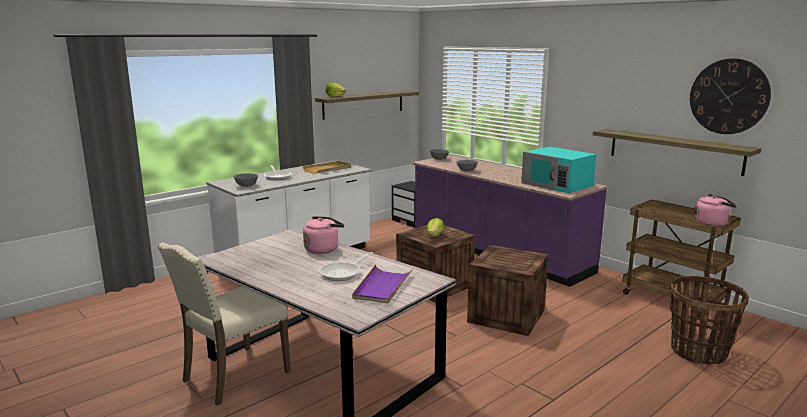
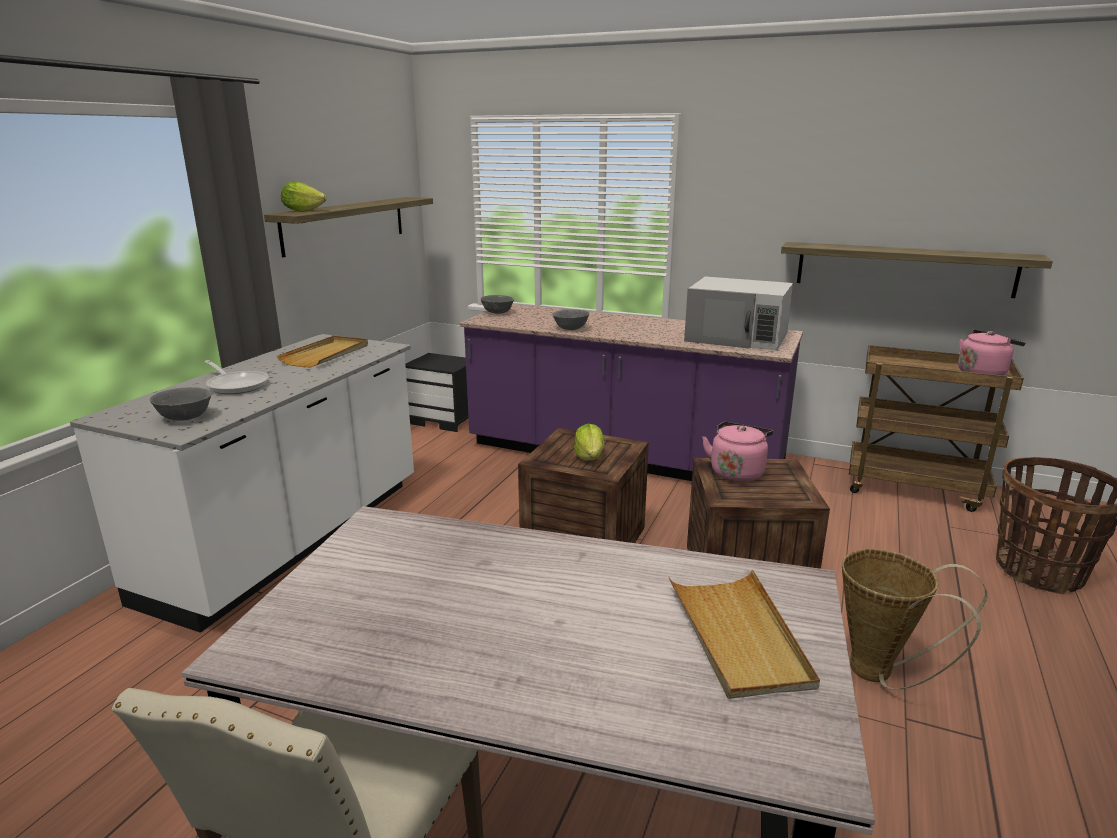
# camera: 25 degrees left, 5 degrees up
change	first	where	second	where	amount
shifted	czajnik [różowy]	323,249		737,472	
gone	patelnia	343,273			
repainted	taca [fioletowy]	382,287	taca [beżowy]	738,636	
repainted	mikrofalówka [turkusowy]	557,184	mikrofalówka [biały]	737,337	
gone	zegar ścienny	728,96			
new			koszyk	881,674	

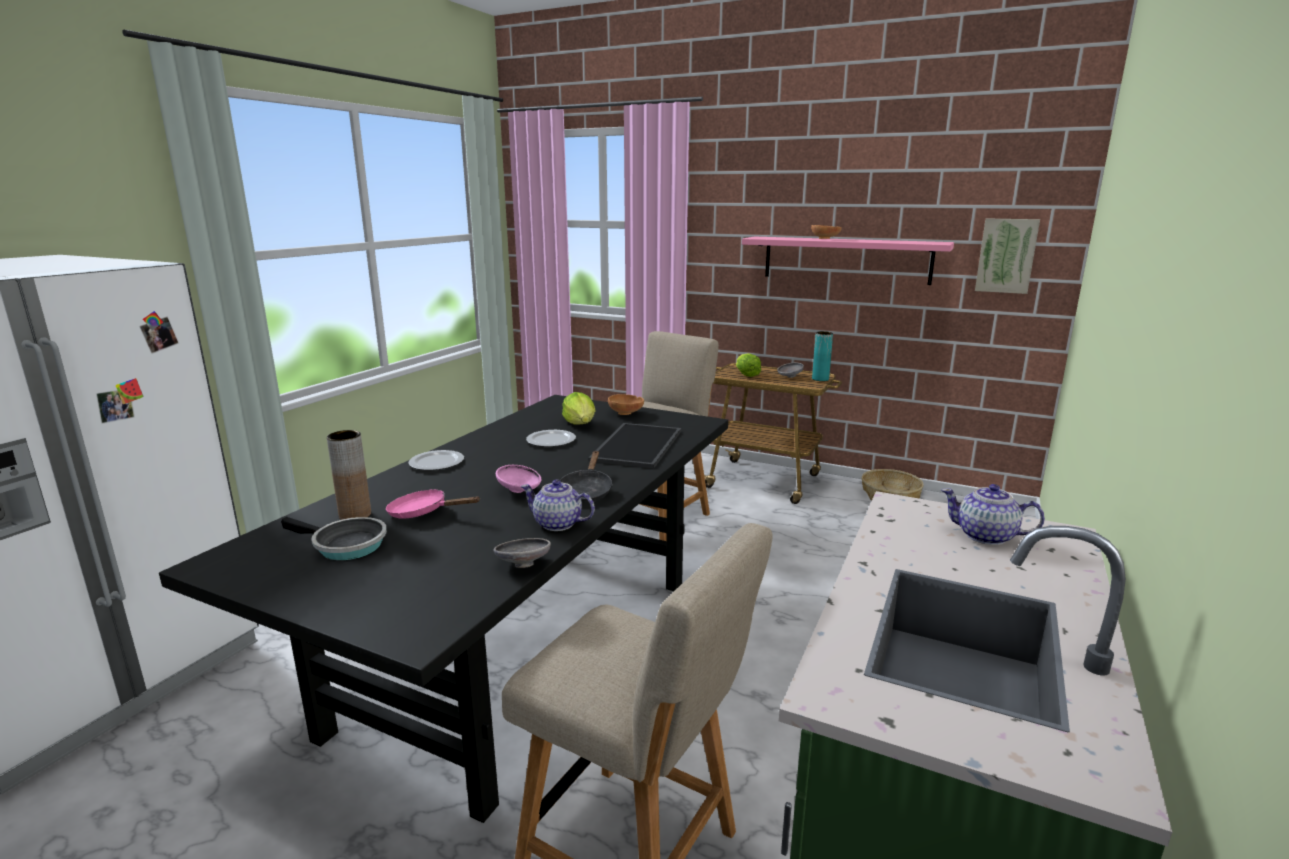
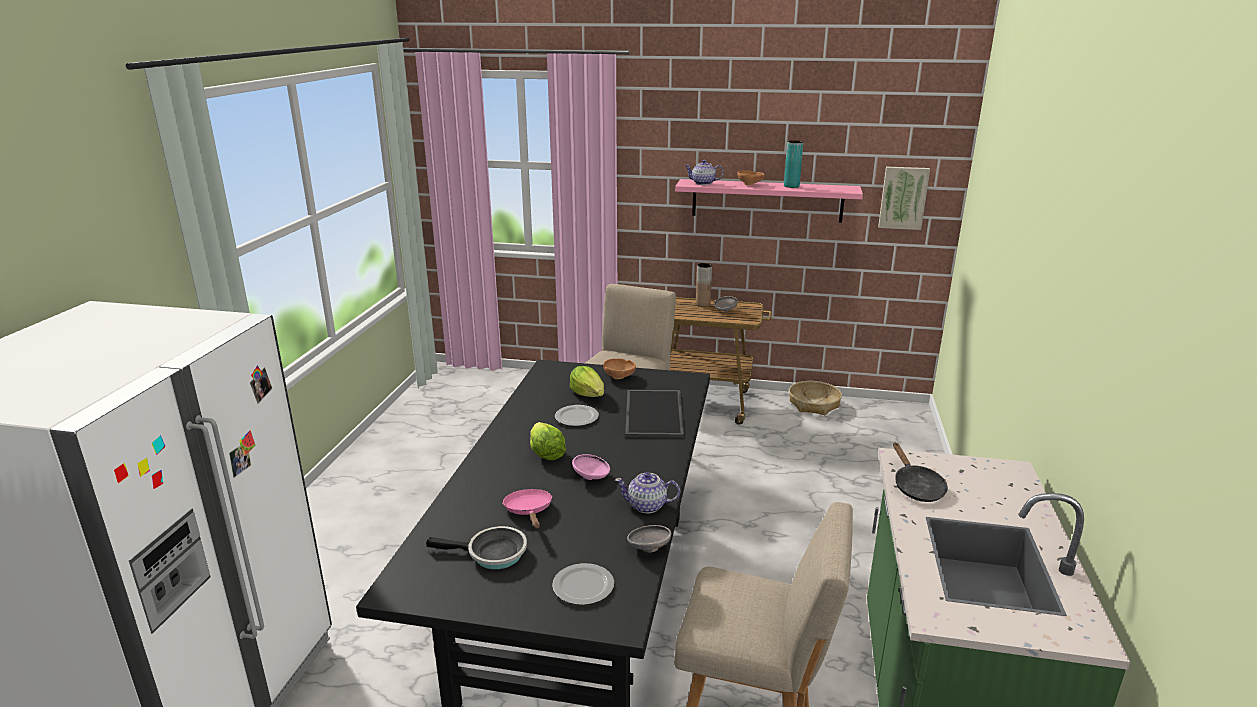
# camera: 15 degrees left, 5 degrees up
change	first	where	second	where	amount
shifted	wazon [brązowy]	355,515		703,304	
rotated	patelnia [różowy]	423,512		529,511	75 degrees clockwise
shifted	talerz	437,463		584,586	
shifted	patelnia [czarny]	586,491		916,487	
shifted	sałata	746,374		546,452	
shifted	wazon [turkusowy]	820,379		791,186	
shifted	imbryk	986,536		703,183	

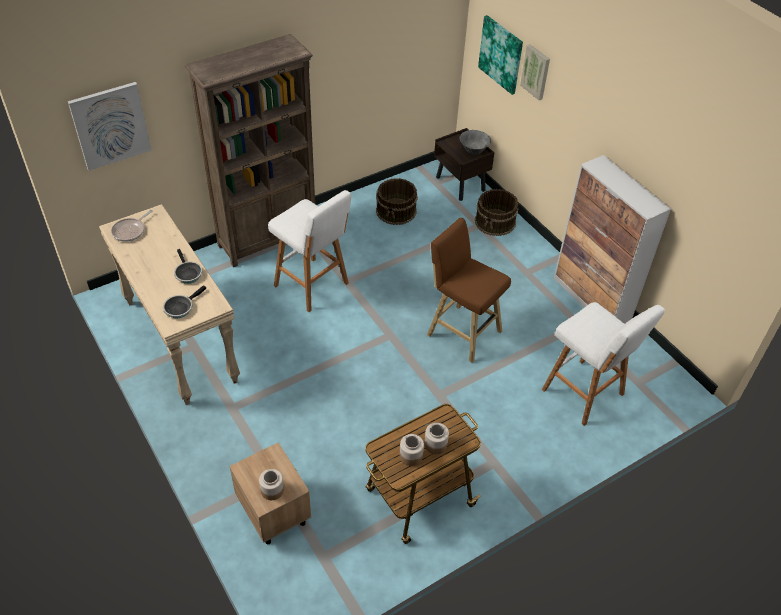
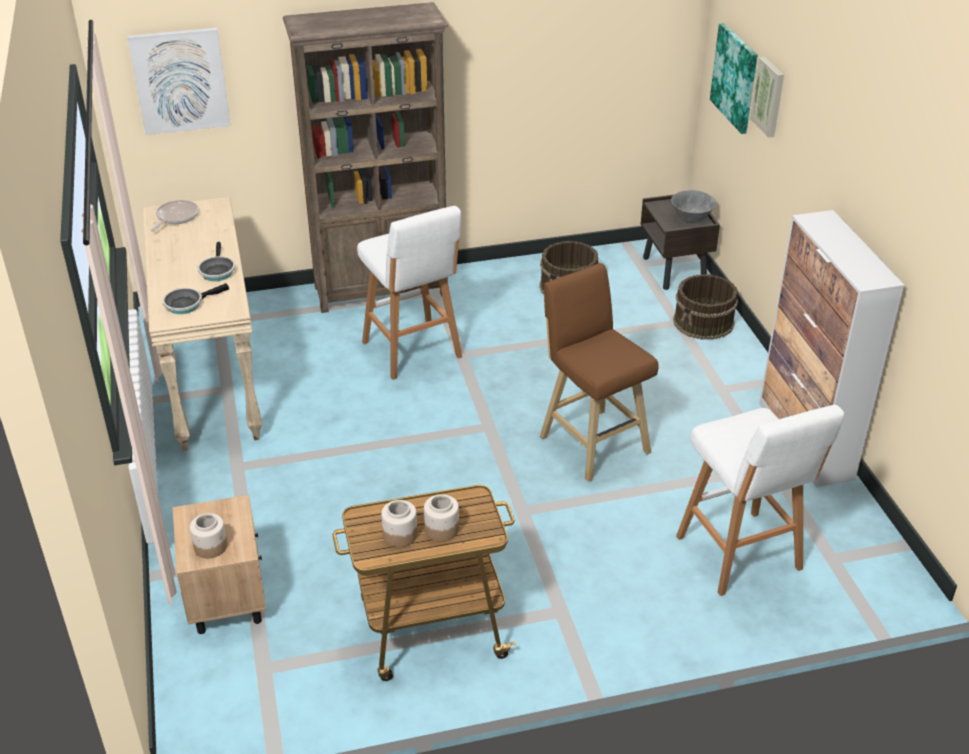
# camera: 20 degrees right, 10 degrees down
change	first	where	second	where	amount
rotated	patelnia	130,231		176,217	150 degrees clockwise

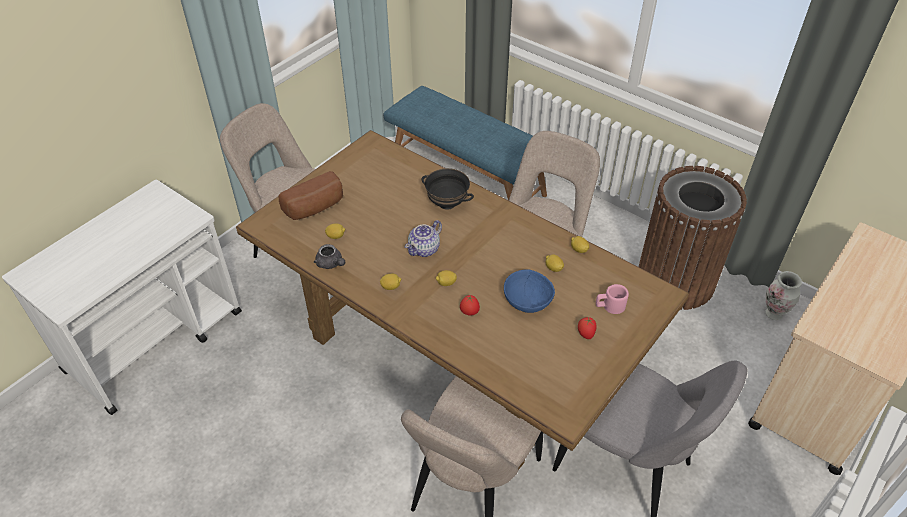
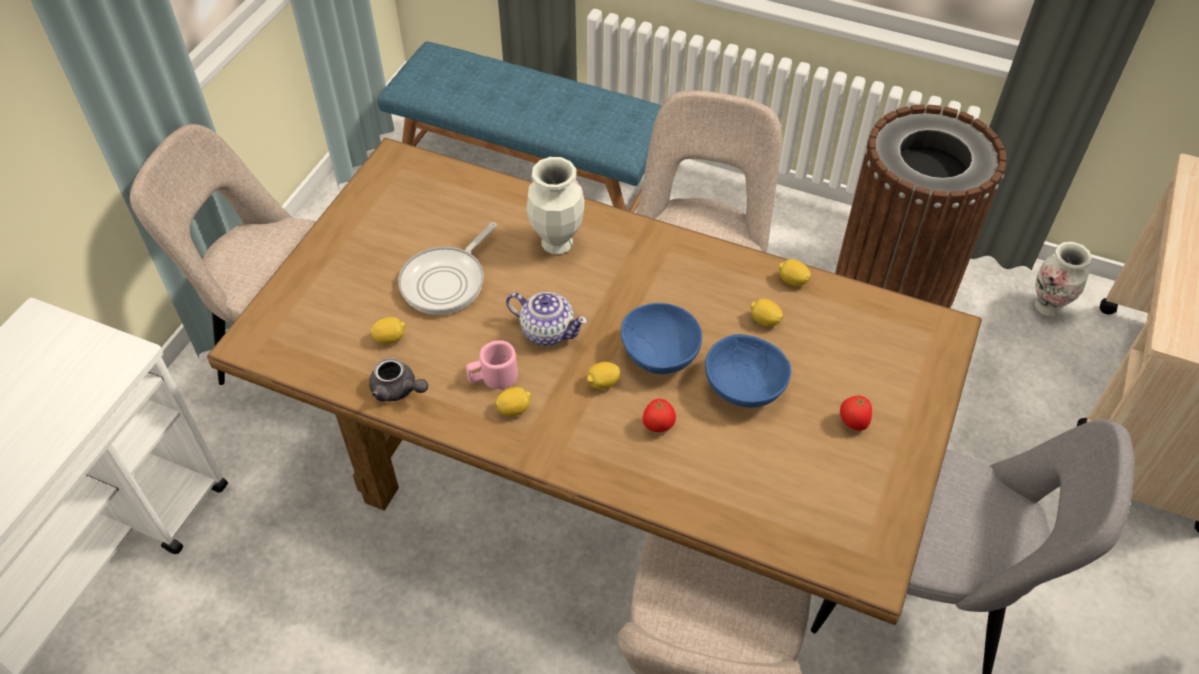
# camera: 15 degrees left, 5 degrees up
change	first	where	second	where	amount
gone	chleb	316,208			
rotated	imbryk	424,249		547,331	90 degrees counterclockwise
swapped	miska [czarny]	447,204	wazon	556,244	
shifted	kubek [różowy]	609,306		492,377	
new			patelnia	447,281	
new			miska [niebieski]	660,356	

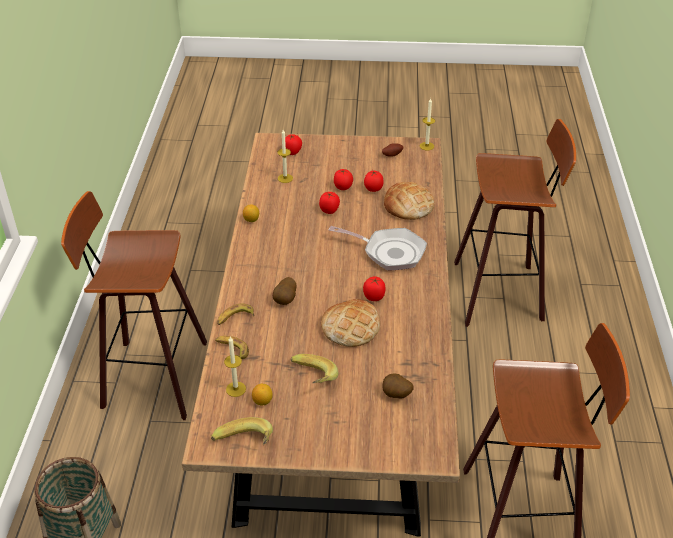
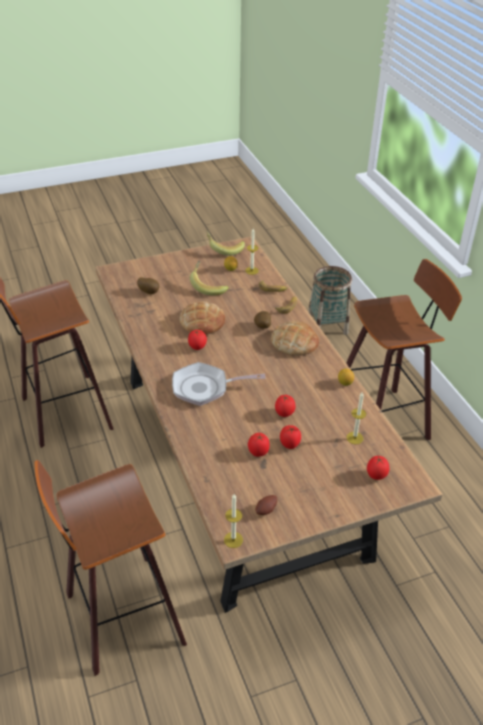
# camera: 155 degrees right, 0 degrees up
change	first	where	second	where	amount
shifted	chleb	408,206		294,342	

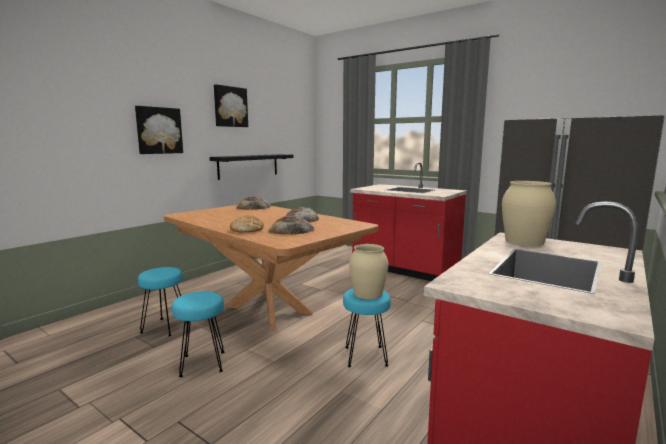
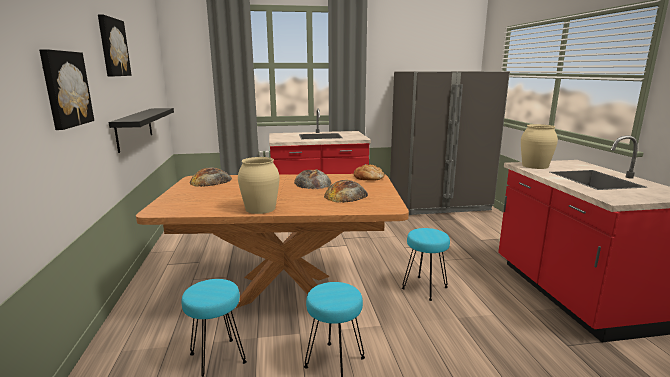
# camera: 45 degrees left, 5 degrees up
change	first	where	second	where	amount
shifted	chleb	247,229		368,177	
shifted	wazon [beżowy]	368,293		260,208	

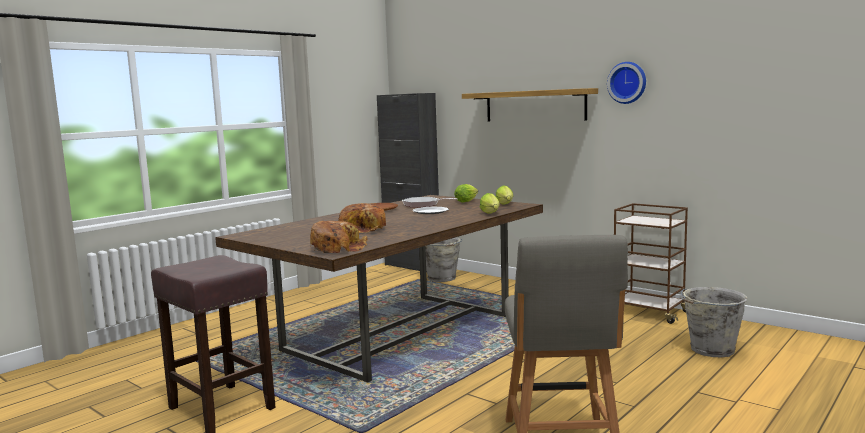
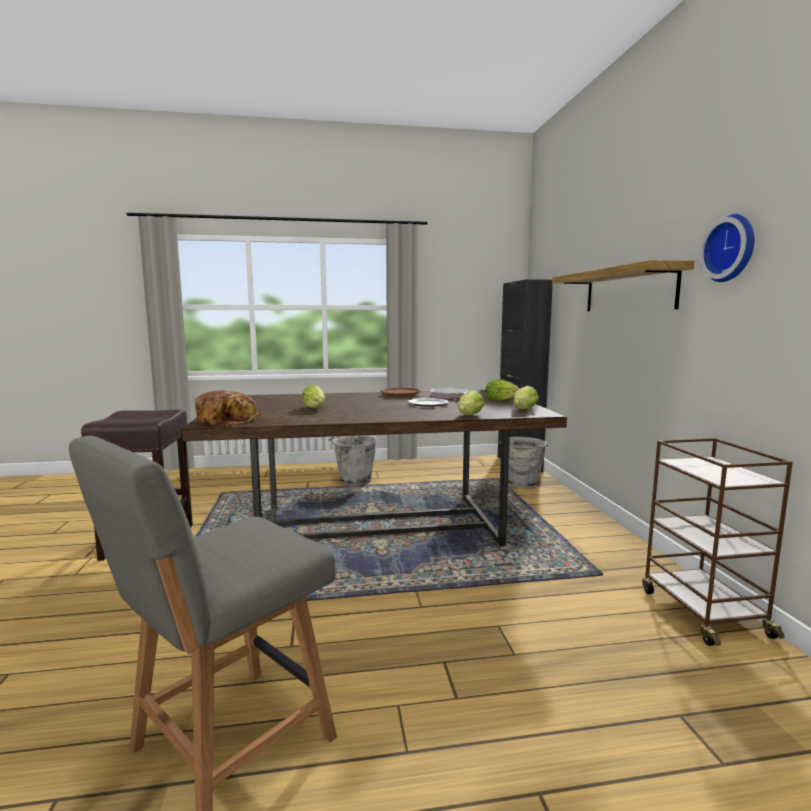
# camera: 40 degrees right, 0 degrees up
change	first	where	second	where	amount
swapped	chleb	363,229	sałata	315,408	
shifted	wiadro [szary]	710,350		354,480	

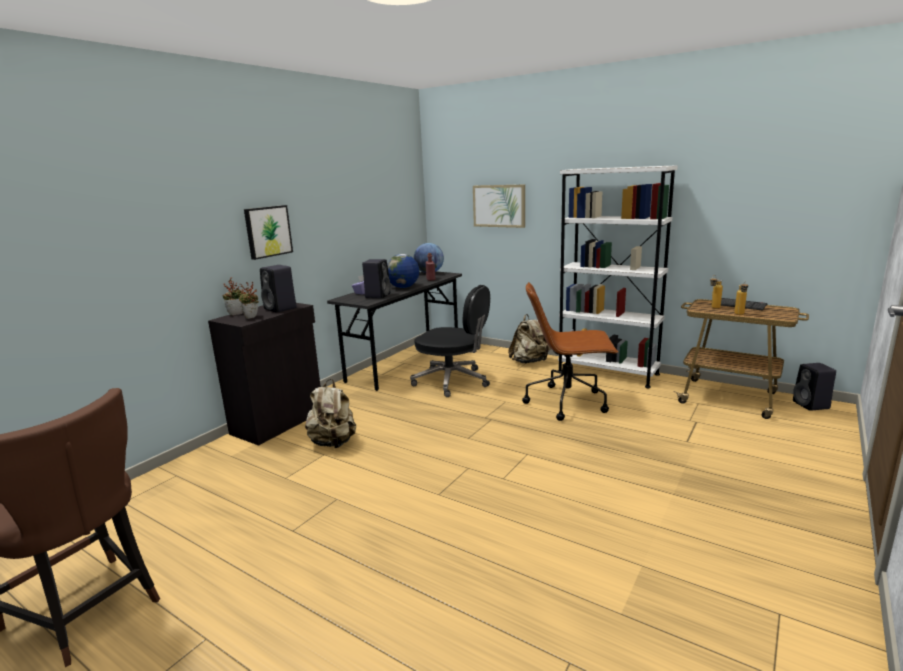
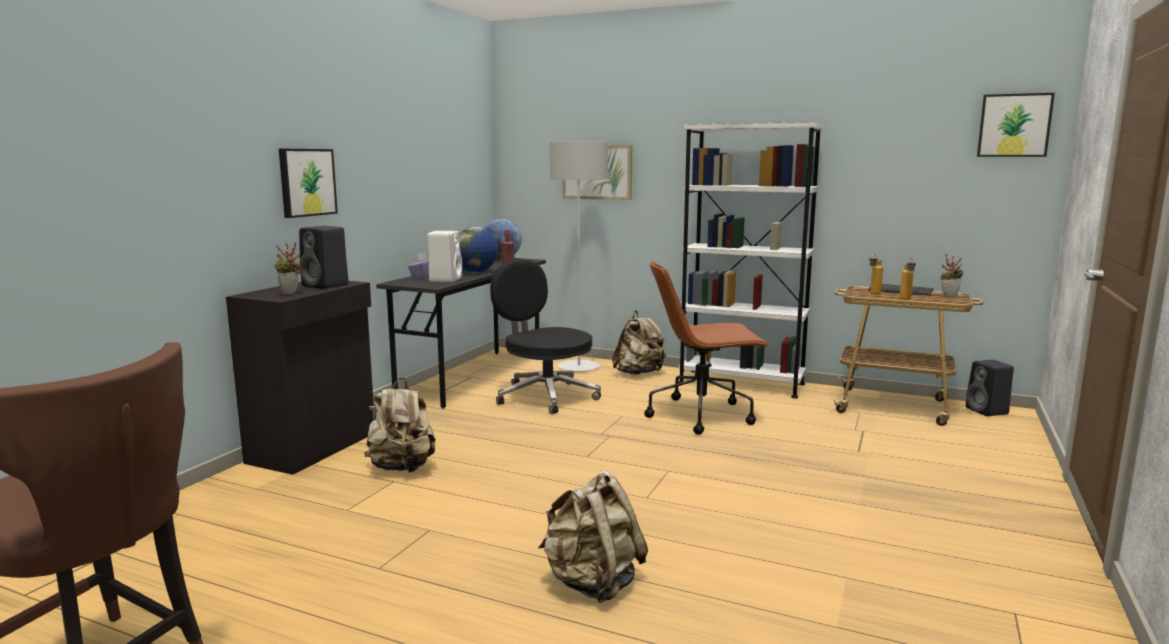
# camera: 10 degrees left, 5 degrees down
change	first	where	second	where	amount
shifted	roślina doniczkowa	237,313		949,297	
repainted	głośnik [czarny]	378,295	głośnik [biały]	445,279	
rotated	krzesło biurowe [czarny]	453,381		545,396	150 degrees counterclockwise
new			plecak [beżowy]	592,583	
new			lampa stojąca [szary]	579,368	
new			obraz	1014,125	

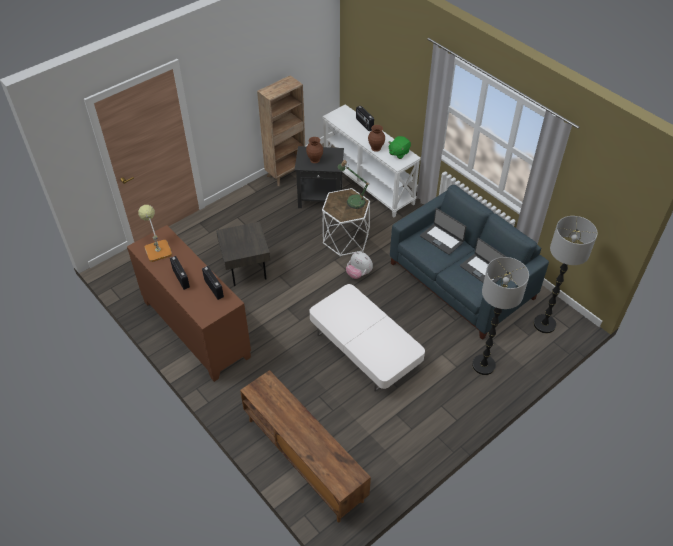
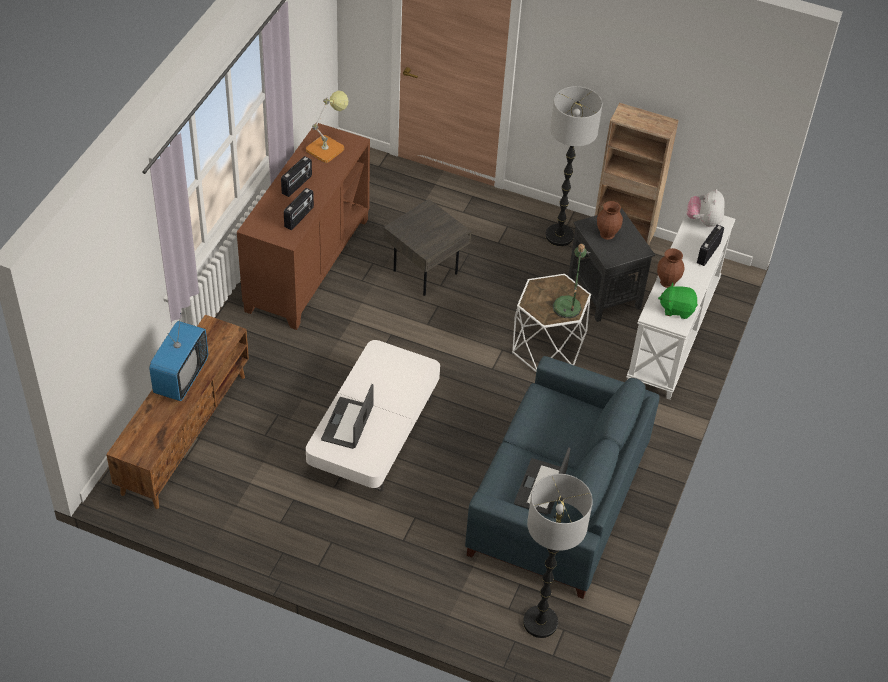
# camera: 60 degrees right, 0 degrees up
change	first	where	second	where	amount
shifted	pluszak	359,274		703,221	
shifted	laptop	441,239		348,423	
shifted	lampa stojąca	483,365		559,236	
new			telewizor	181,377	

